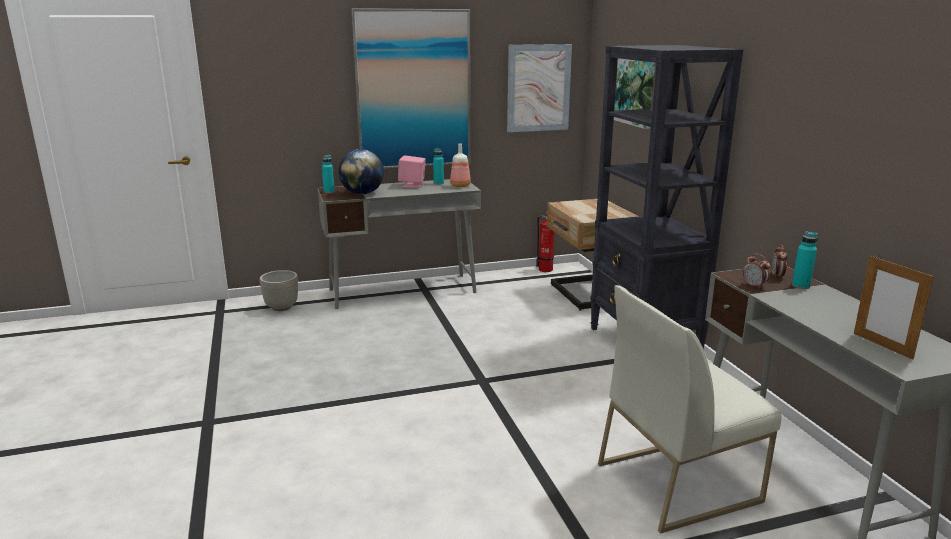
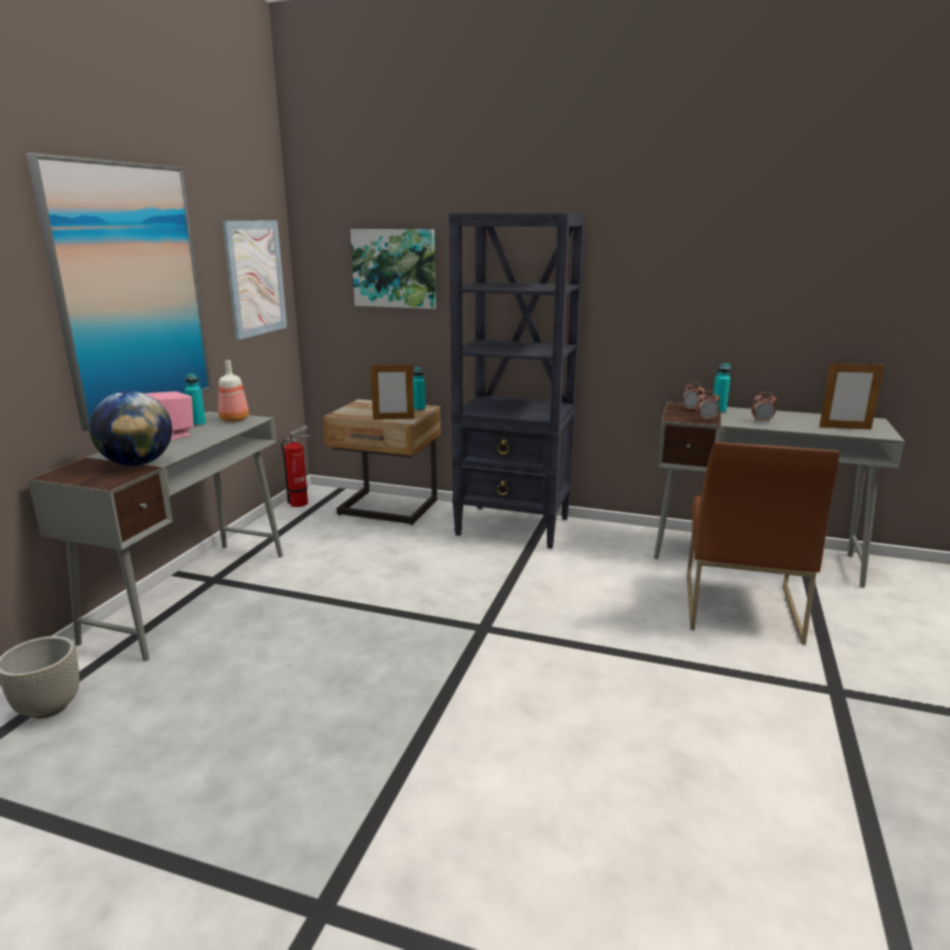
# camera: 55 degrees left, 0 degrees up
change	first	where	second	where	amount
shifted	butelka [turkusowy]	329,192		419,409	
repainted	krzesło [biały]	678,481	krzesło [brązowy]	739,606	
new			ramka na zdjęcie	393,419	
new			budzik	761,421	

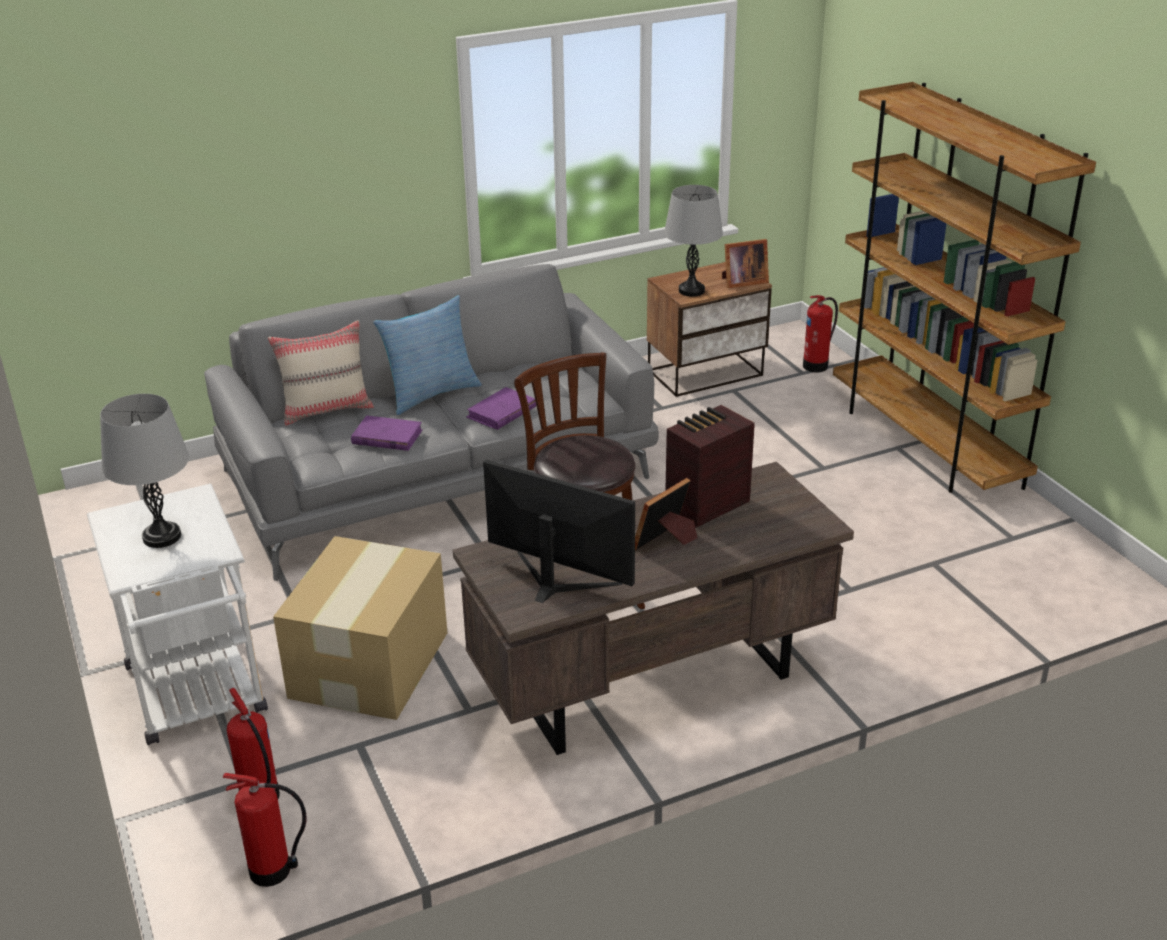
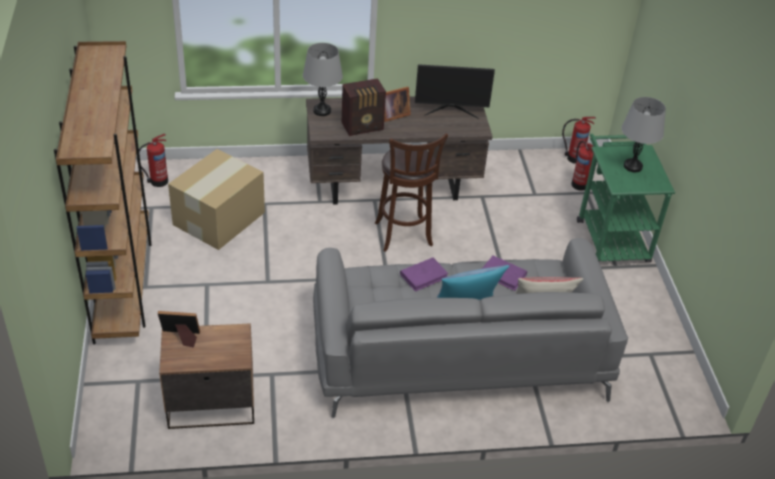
# camera: 165 degrees left, 10 degrees up
change	first	where	second	where	amount
repainted	wózek [biały]	199,697	wózek [zielony]	610,235	
shifted	karton	367,666		220,218	
rotated	monitor	556,581		451,109	45 degrees counterclockwise
shifted	lampa stołowa [szary]	691,290		322,111	
shifted	gaśnica	817,366		157,181	

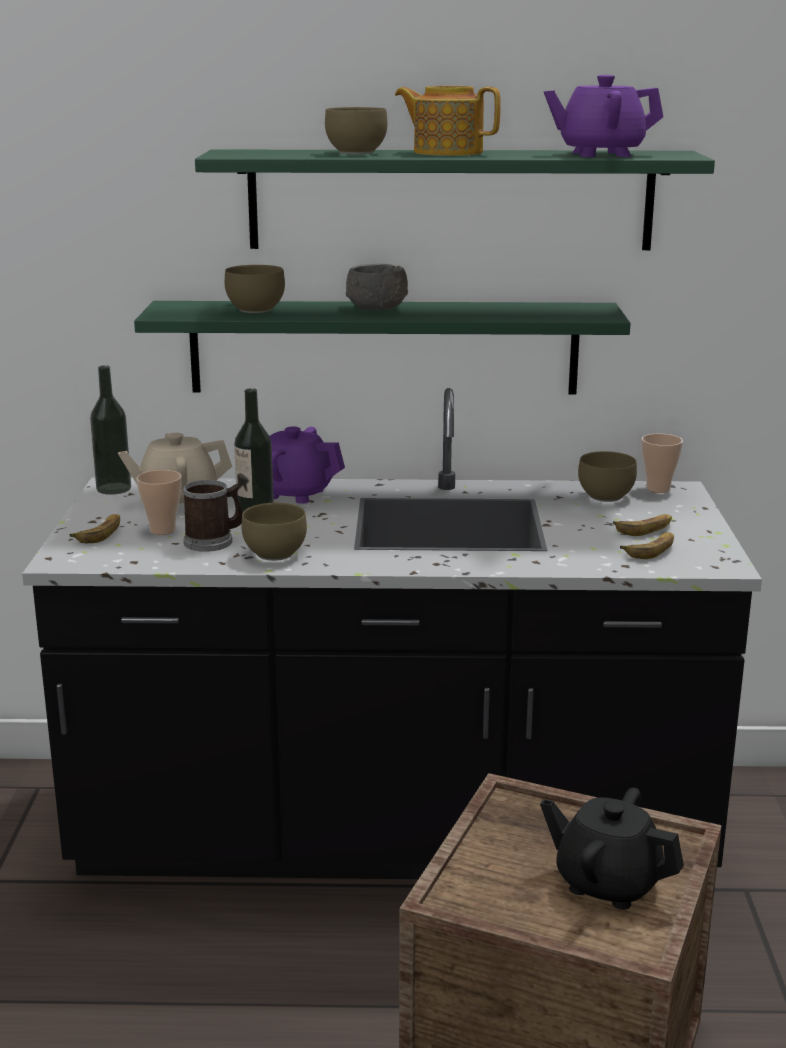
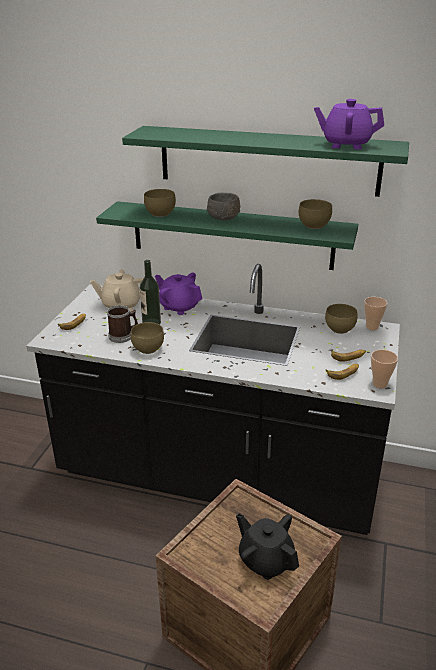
# camera: 15 degrees right, 10 degrees up
change	first	where	second	where	amount
gone	butelka	113,489			
shifted	filiżanka	162,530		380,384	
shifted	miska [brązowy]	357,153		315,225	
gone	imbryk	446,152			

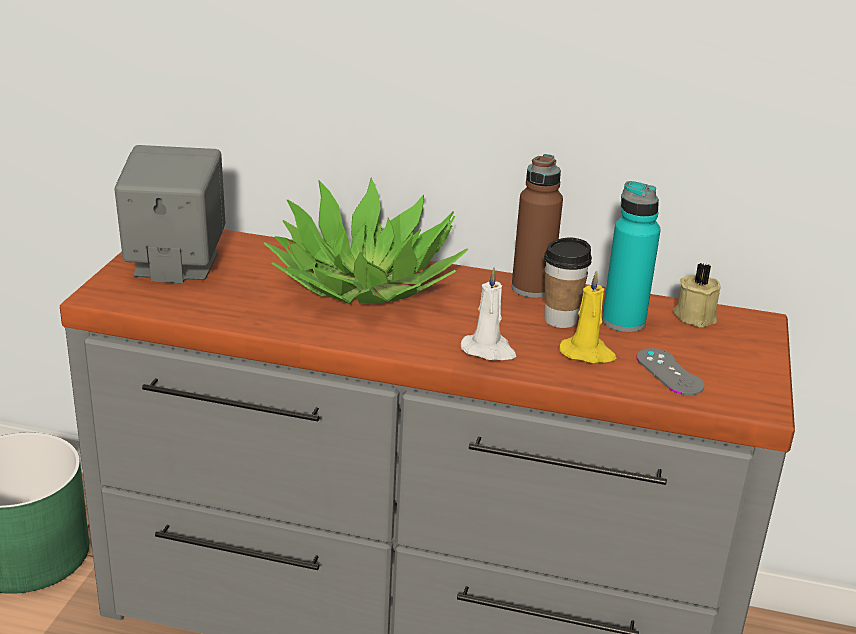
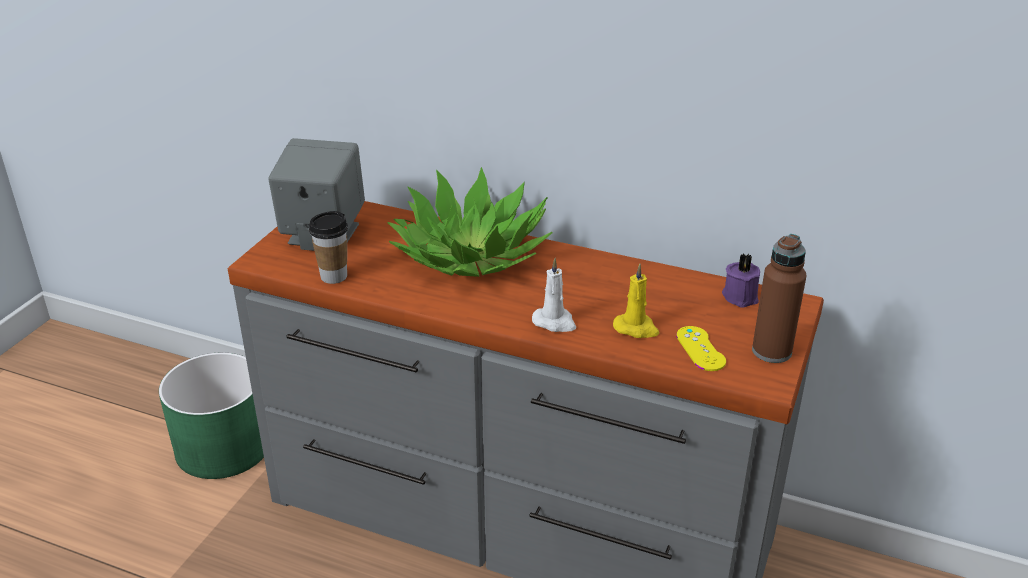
# camera: 10 degrees right, 5 degrees up
change	first	where	second	where	amount
shifted	butelka [brązowy]	532,288		771,351	
shifted	filiżanka	560,320		334,276	
gone	butelka [turkusowy]	623,322			
repainted	pad do gier [szary]	669,372	pad do gier [żółty]	700,349	
repainted	świeca [beżowy]	695,316	świeca [fioletowy]	741,296	

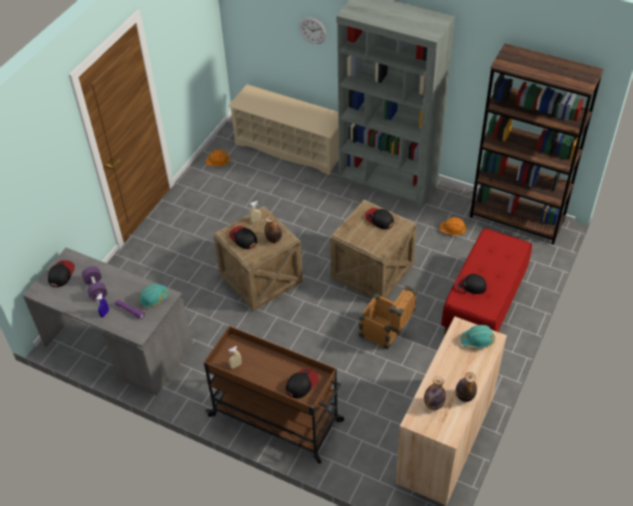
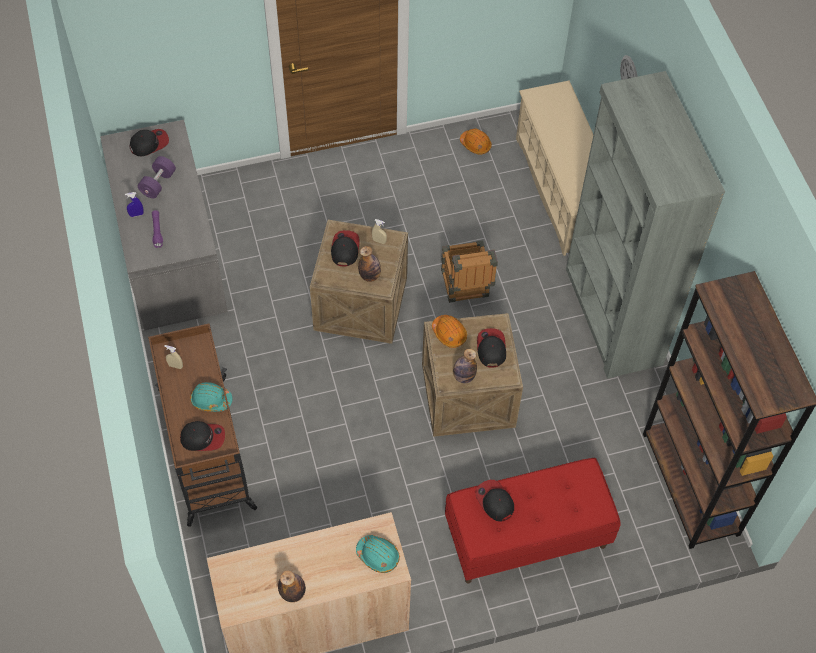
# camera: 45 degrees right, 10 degrees up
change	first	where	second	where	amount
shifted	kask [turkusowy]	154,298		211,400	
shifted	skrzynka	386,334		465,289	
shifted	butelka	433,404		463,376	
shifted	kask [pomarańczowy]	453,230		449,333	

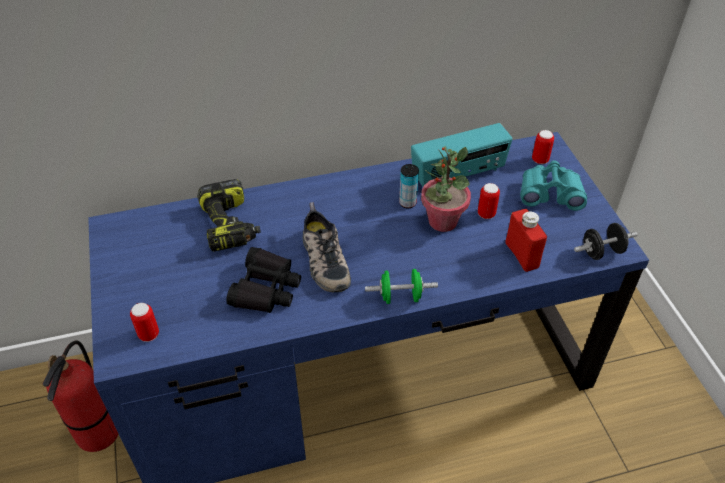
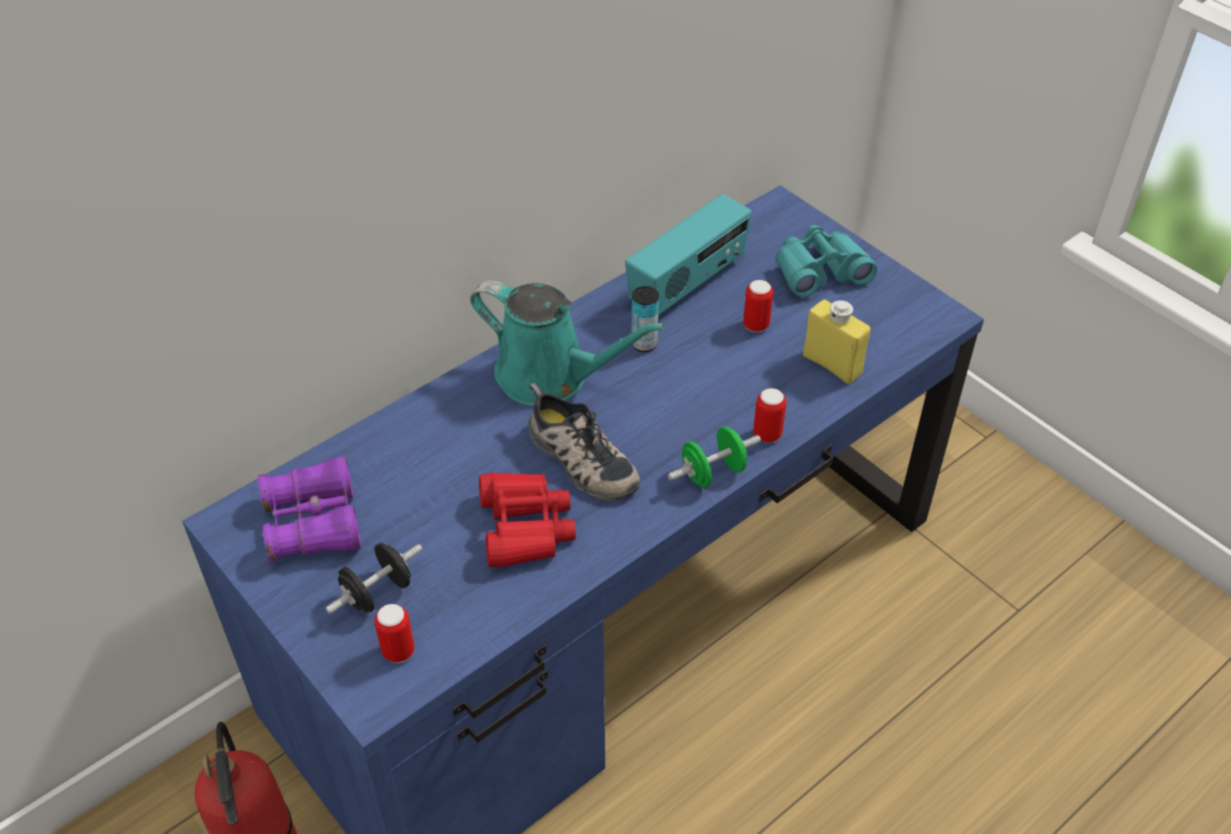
# camera: 25 degrees left, 0 degrees up
change	first	where	second	where	amount
gone	wiertarka	230,225			
repainted	lornetka [czarny]	266,289	lornetka [czerwony]	525,527	
gone	roślina doniczkowa	442,221			
repainted	butelka [czerwony]	521,255	butelka [żółty]	832,365	
shifted	puszka	540,160		767,434	
shifted	hantel [czarny]	601,252		377,593	
new			lornetka [fioletowy]	314,523	
new			konewka [turkusowy]	551,376	

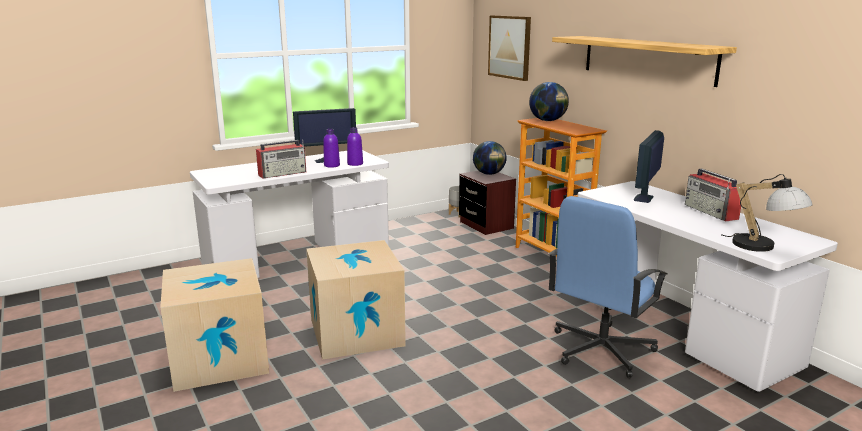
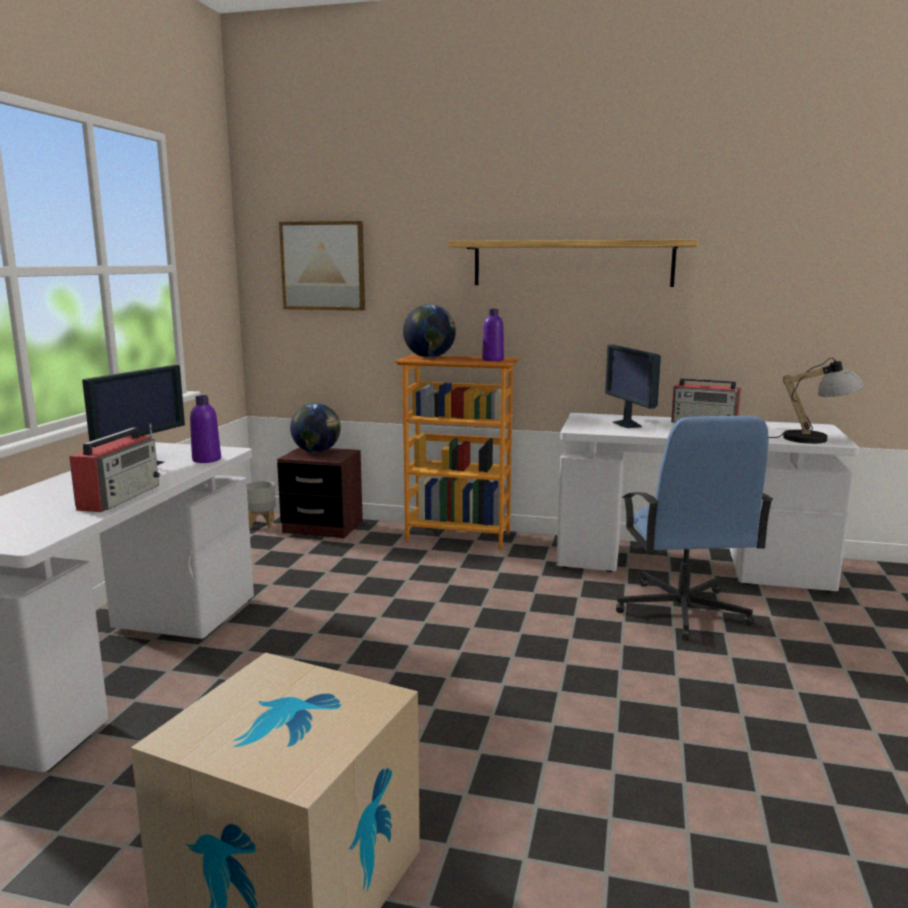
# camera: 45 degrees left, 5 degrees down
change	first	where	second	where	amount
gone	karton	356,332			
shifted	butelka [fioletowy]	332,165		493,360	

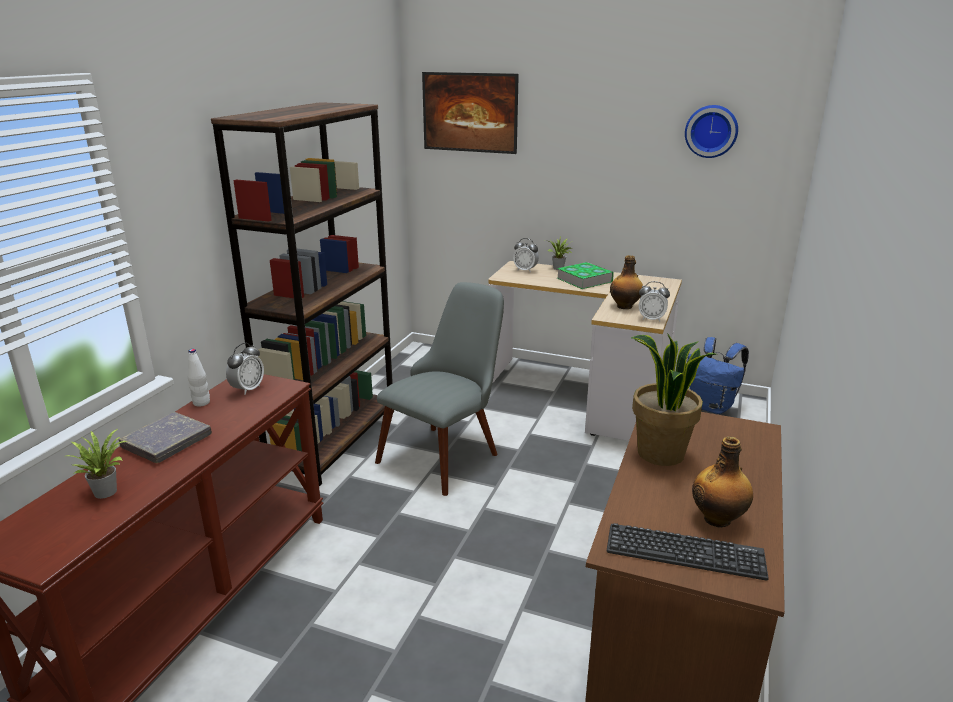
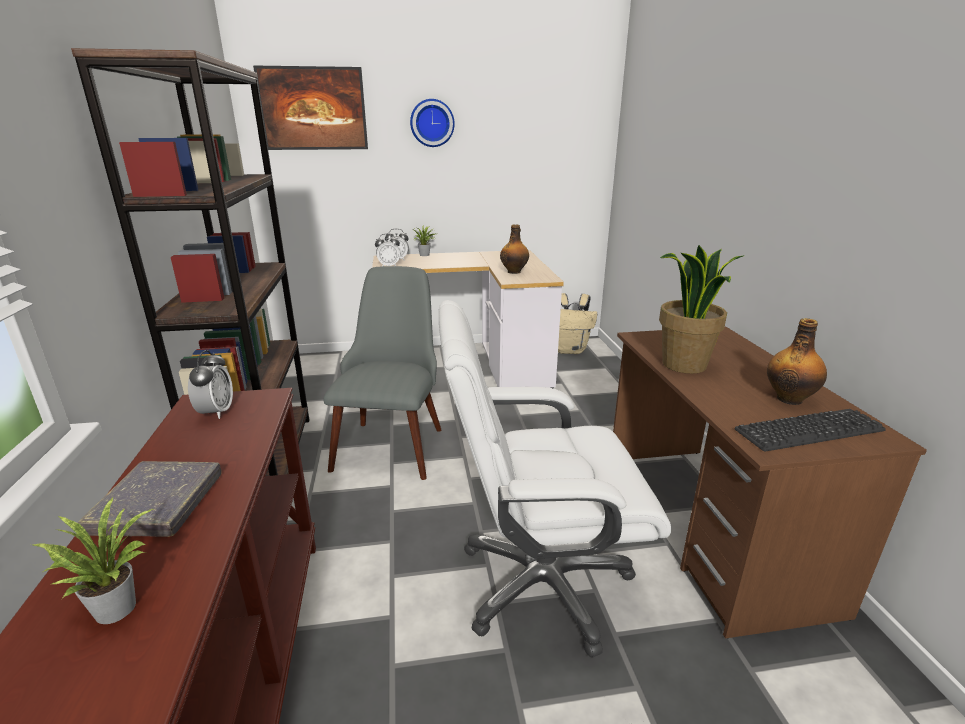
# camera: 30 degrees left, 0 degrees up
change	first	where	second	where	amount
gone	butelka [biały]	201,403			
gone	książka	584,280			
shifted	budzik	651,319		388,266	
shifted	zegar ścienny	711,131		432,123	
repainted	plecak [niebieski]	712,407	plecak [beżowy]	569,350	
new			krzesło biurowe [biały]	541,583	

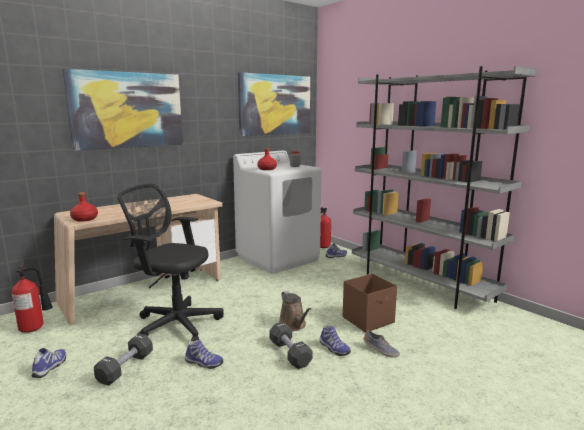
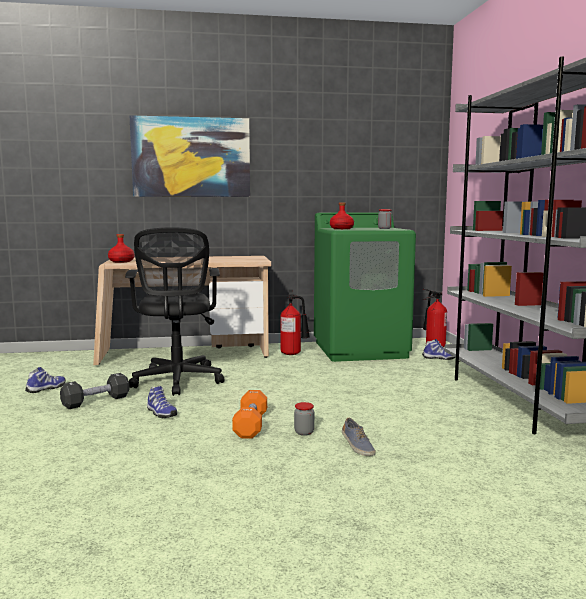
# camera: 30 degrees right, 5 degrees down
change	first	where	second	where	amount
shifted	gaśnica	35,328		293,354	
rotated	krzesło biurowe [czarny]	175,324		177,381	150 degrees counterclockwise
repainted	pralka [biały]	278,258	pralka [zielony]	361,349	
gone	obraz	275,105			
repainted	hantel [czarny]	290,353	hantel [pomarańczowy]	251,425	
gone	konewka [brązowy]	293,325			
swapped	but	333,348	słoik	304,432	
gone	pojemnik do przechowywania [brązowy]	369,320			

